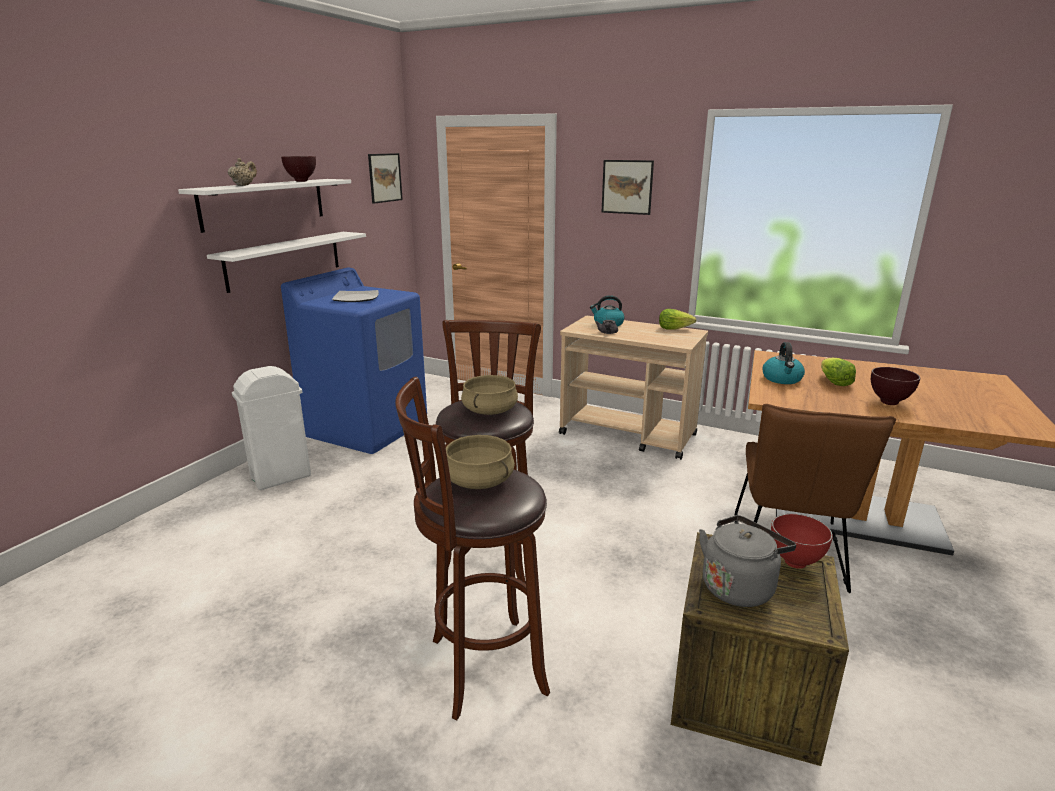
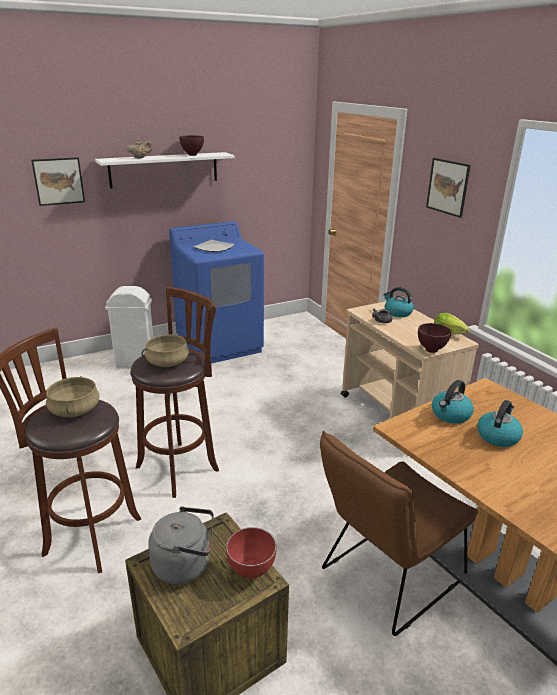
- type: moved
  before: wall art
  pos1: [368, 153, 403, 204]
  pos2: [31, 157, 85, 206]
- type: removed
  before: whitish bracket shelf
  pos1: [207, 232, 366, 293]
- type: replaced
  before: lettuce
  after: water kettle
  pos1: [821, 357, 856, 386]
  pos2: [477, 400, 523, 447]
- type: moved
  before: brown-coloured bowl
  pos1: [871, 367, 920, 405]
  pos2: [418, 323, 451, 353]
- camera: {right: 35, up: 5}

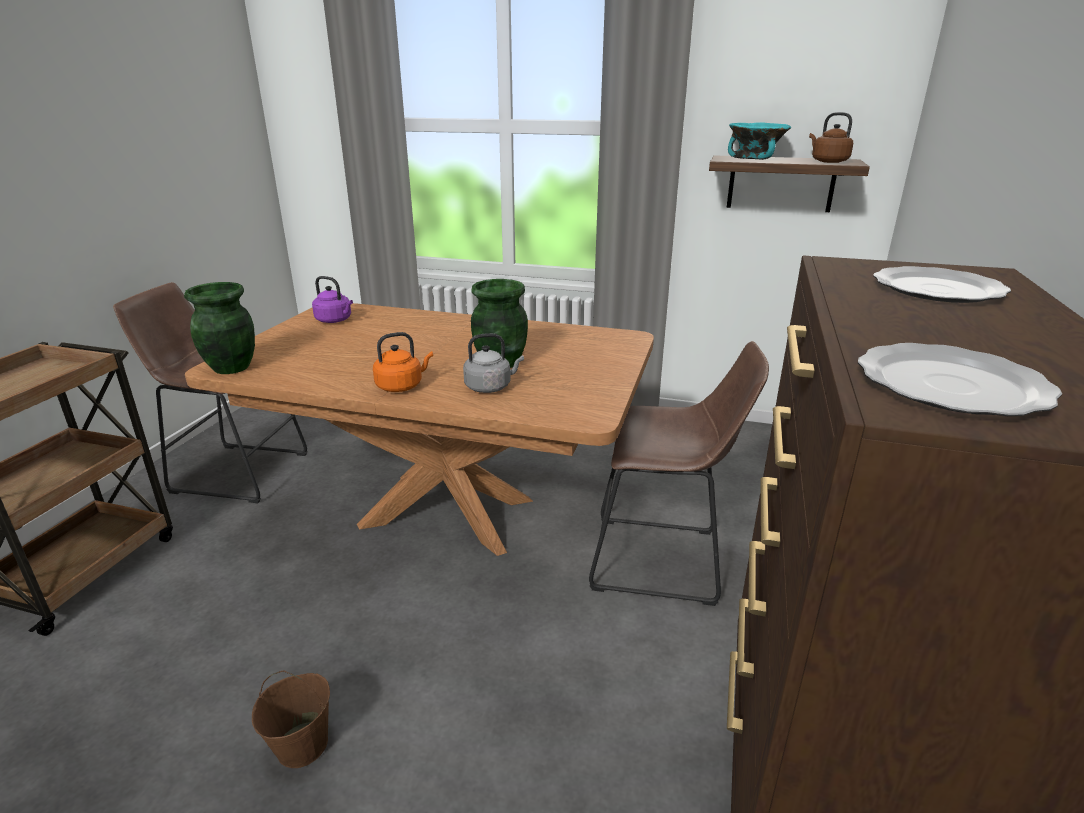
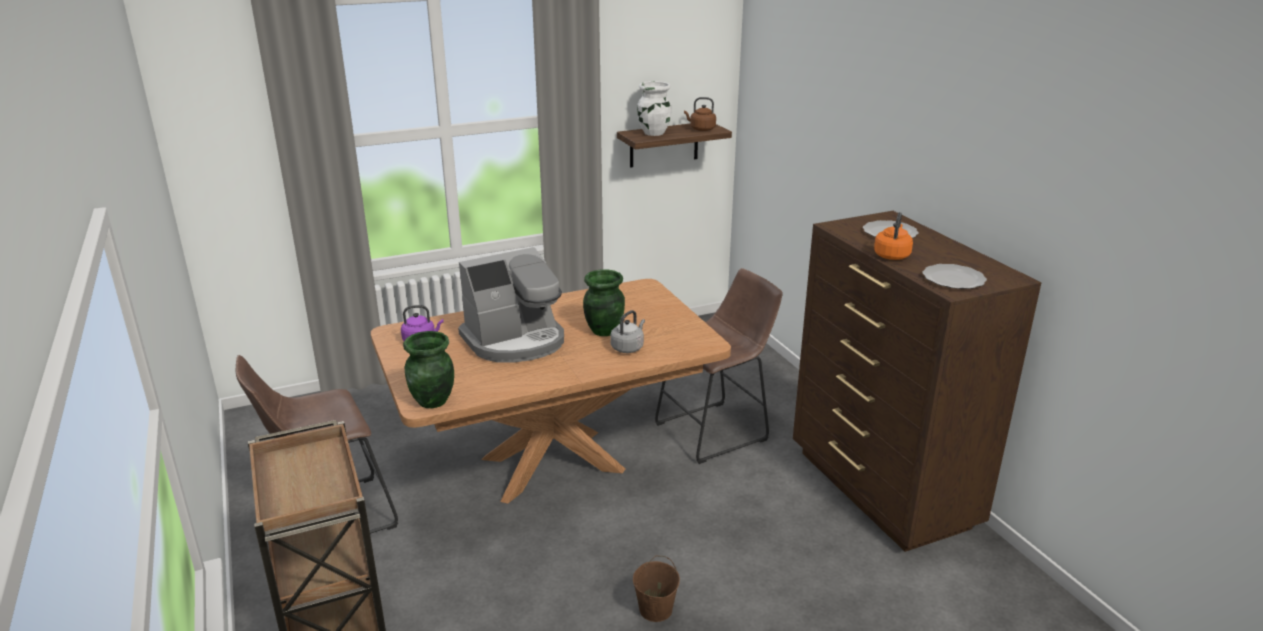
- type: replaced
  before: turquoise-coloured bowl
  after: whitish flower vase
  pos1: [728, 123, 791, 160]
  pos2: [637, 81, 672, 136]
- type: moved
  before: orange water kettle
  pos1: [373, 332, 433, 392]
  pos2: [874, 212, 913, 260]
- type: added
  after: coffee maker
  pos2: [458, 247, 564, 362]
- camera: {right: -40, up: 0}

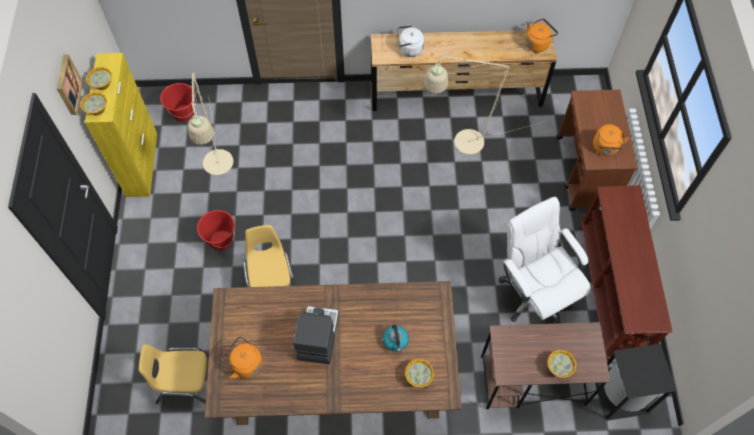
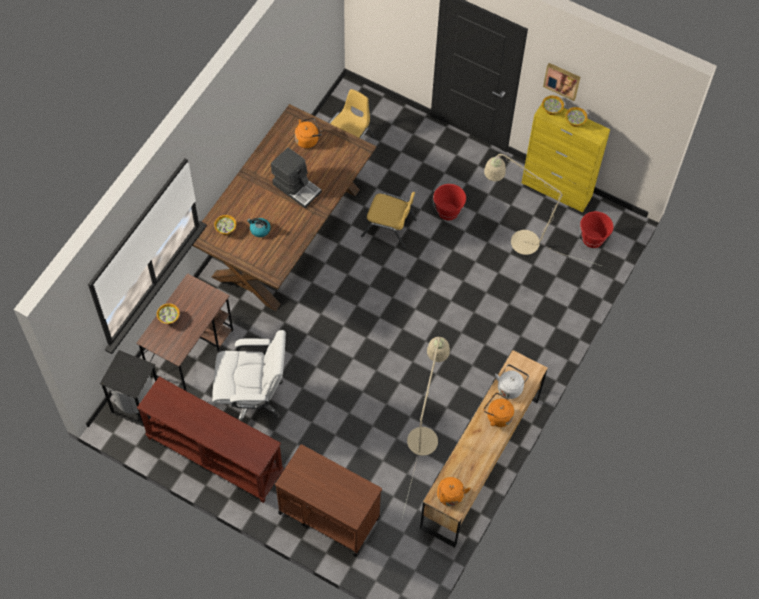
- type: moved
  before: orange water kettle
  pos1: [593, 124, 629, 156]
  pos2: [484, 393, 514, 427]
- camera: {right: 120, up: 0}

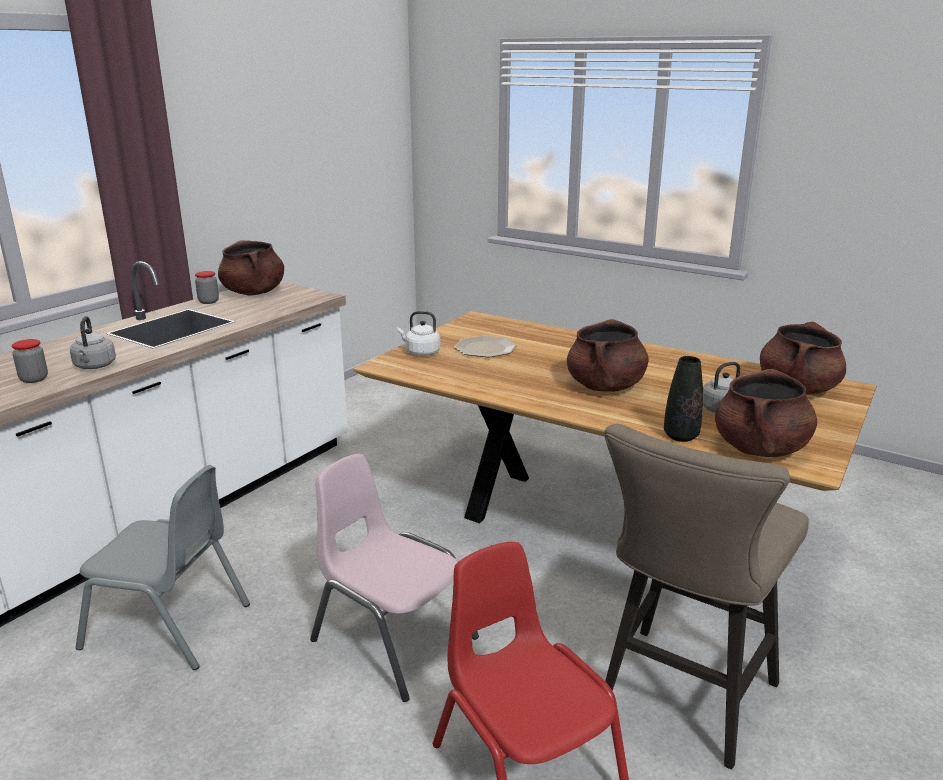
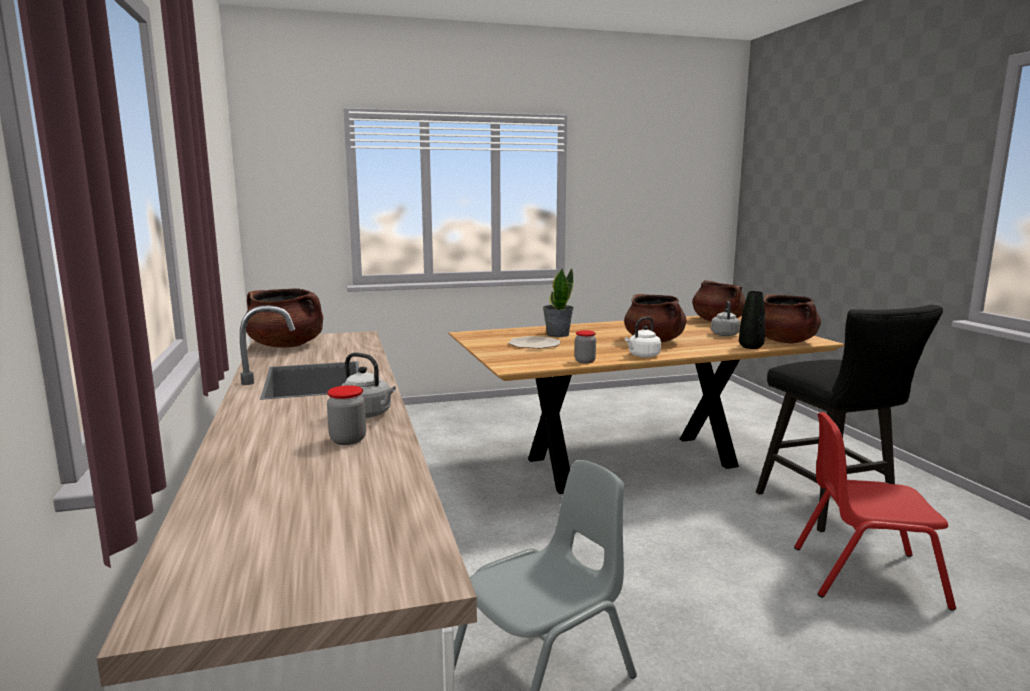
- type: moved
  before: storage jar
  pos1: [195, 271, 219, 304]
  pos2: [575, 330, 596, 363]
- type: moved
  before: whitish water kettle
  pos1: [397, 311, 440, 356]
  pos2: [625, 317, 661, 358]
- type: recoloured
  before: beige-coloured sitting stool
  after: blackish sitting stool
  pos1: [604, 424, 809, 769]
  pos2: [756, 305, 943, 532]
- type: removed
  before: pink-coloured upright chair
  pos1: [310, 454, 479, 702]
- type: added
  after: houseplant
  pos2: [543, 269, 574, 337]
- camera: {right: -50, up: -10}

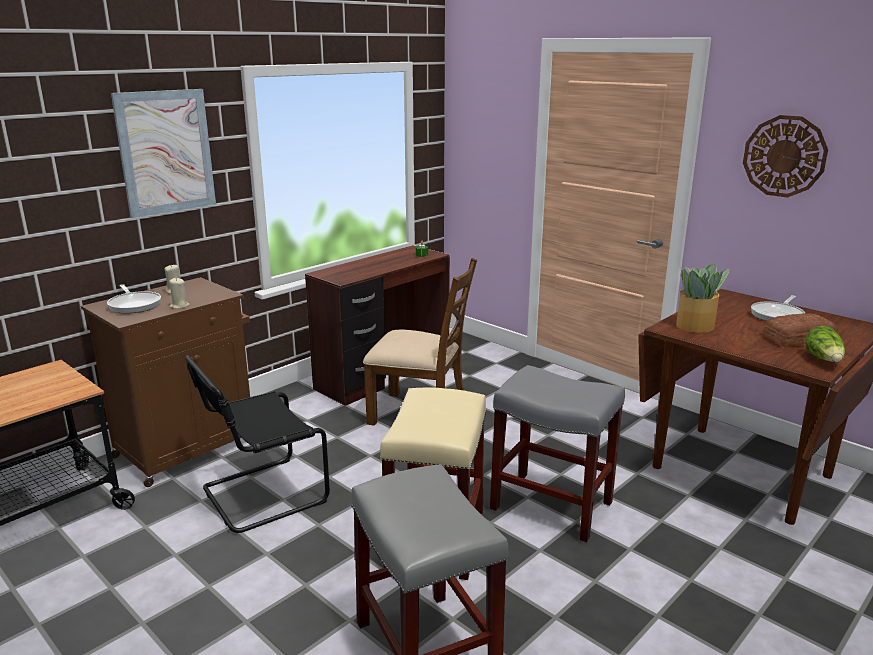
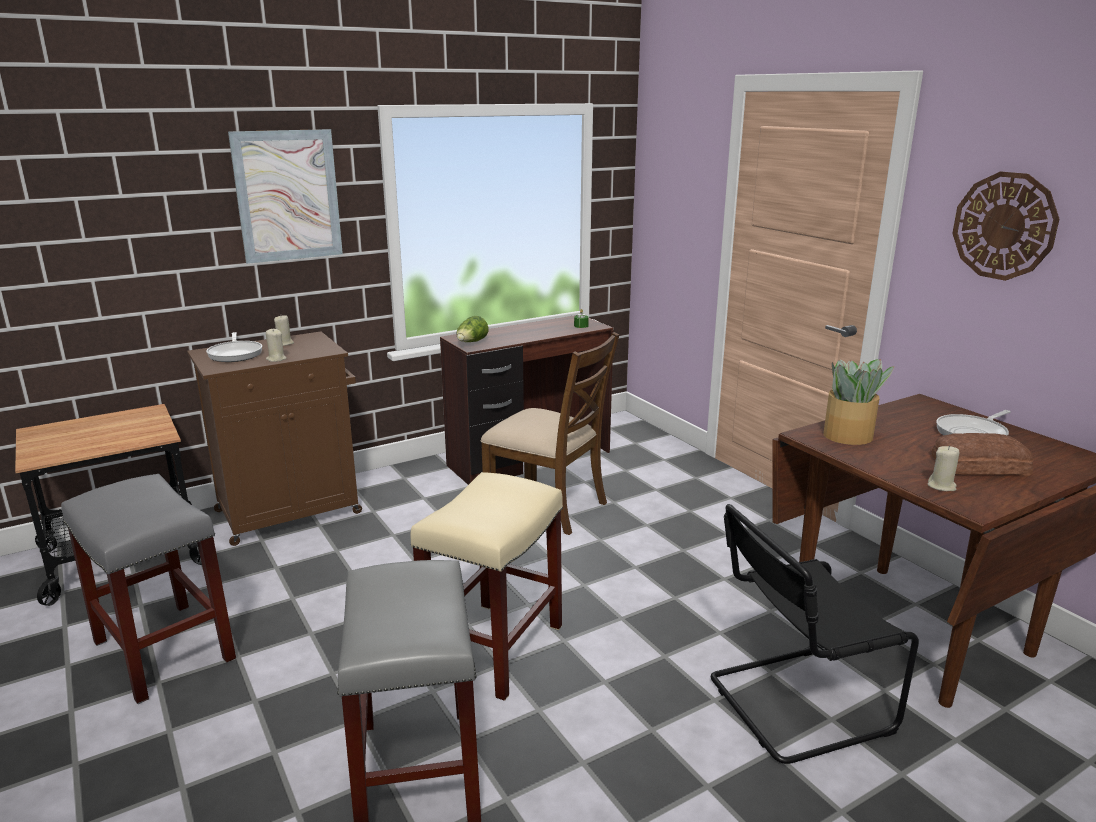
- type: moved
  before: lettuce
  pos1: [805, 326, 846, 362]
  pos2: [456, 316, 488, 342]
- type: moved
  before: blackish upright chair
  pos1: [185, 355, 330, 533]
  pos2: [711, 504, 919, 764]
- type: moved
  before: greyish sitting stool
  pos1: [490, 365, 625, 543]
  pos2: [61, 474, 236, 704]
- type: added
  after: beige-coloured candle
  pos2: [927, 446, 959, 491]
- camera: {right: 15, up: 0}

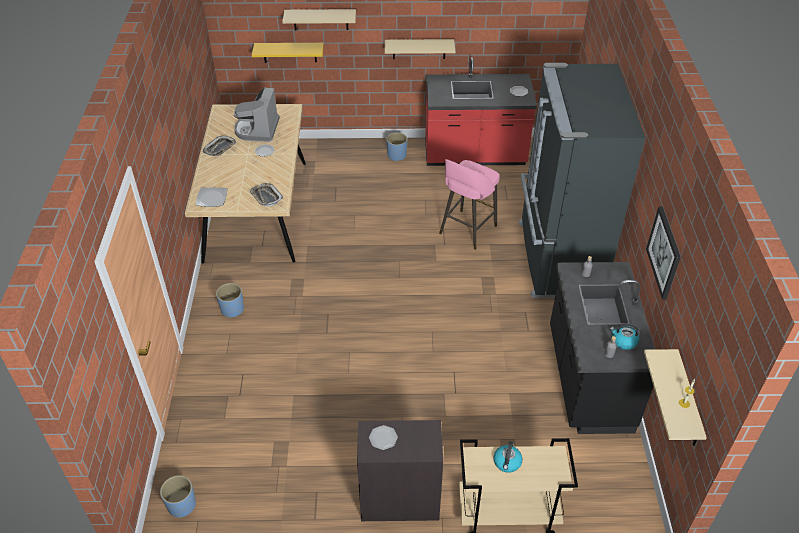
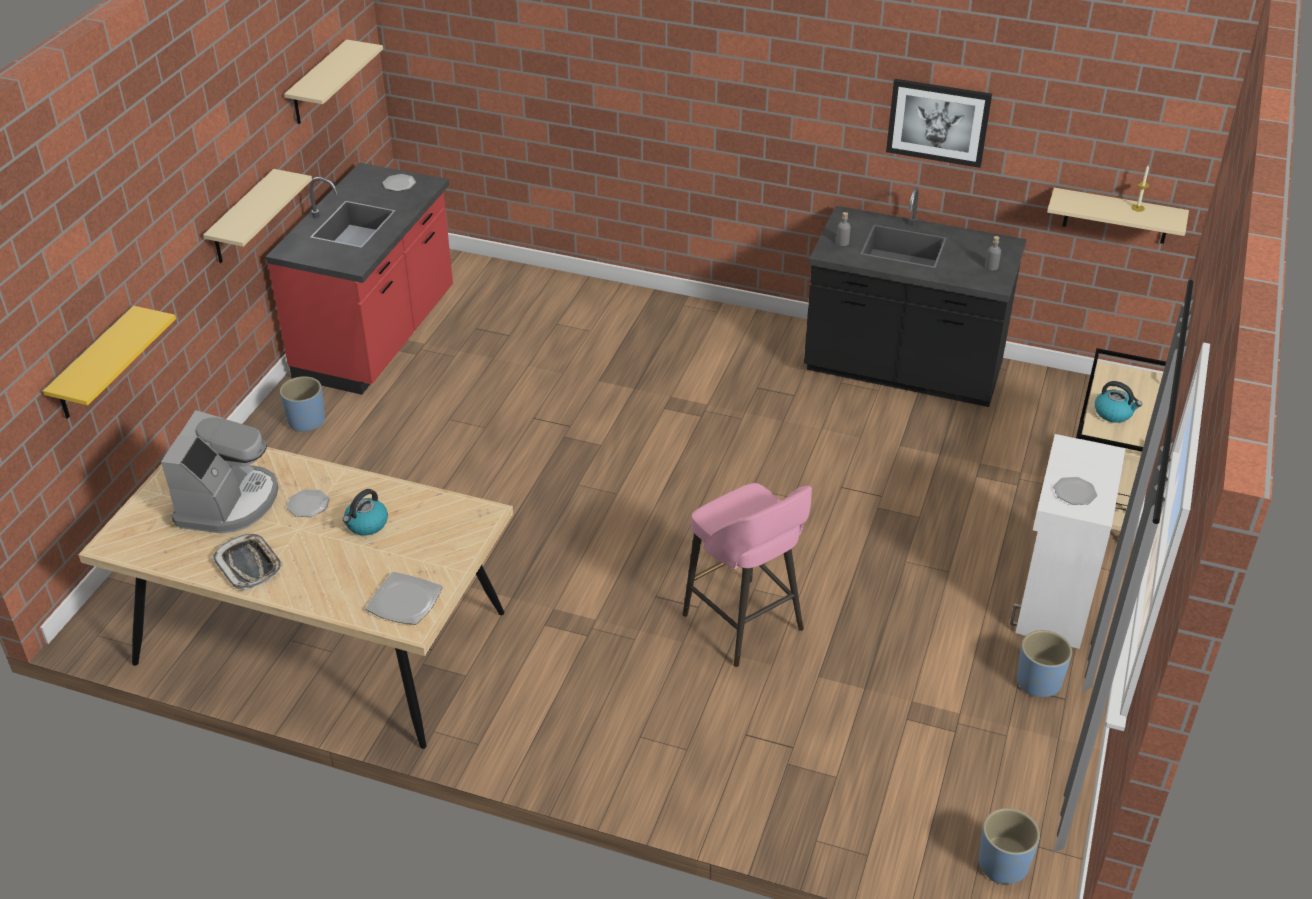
- type: moved
  before: beige-coloured bracket shelf
  pos1: [282, 9, 356, 30]
  pos2: [284, 39, 383, 124]
- type: removed
  before: blackish refrigerator
  pos1: [519, 63, 645, 297]
- type: turned
  before: coffee maker
  pos1: [234, 87, 280, 142]
  pos2: [161, 410, 279, 533]
  turn: -105
- type: moved
  before: pink-coloured sitting stool
  pos1: [439, 159, 500, 250]
  pos2: [683, 483, 812, 667]
- type: removed
  before: tray
  pos1: [249, 183, 283, 207]
- type: moved
  before: blue plant pot
  pos1: [216, 283, 244, 318]
  pos2: [1017, 630, 1072, 697]
- type: moved
  before: water kettle
  pos1: [610, 324, 639, 350]
  pos2: [343, 489, 388, 535]
- type: recoloured
  before: blackish storage cabinet
  after: whitish storage cabinet
  pos1: [357, 420, 443, 521]
  pos2: [1009, 434, 1125, 649]
- camera: {right: -70, up: -5}

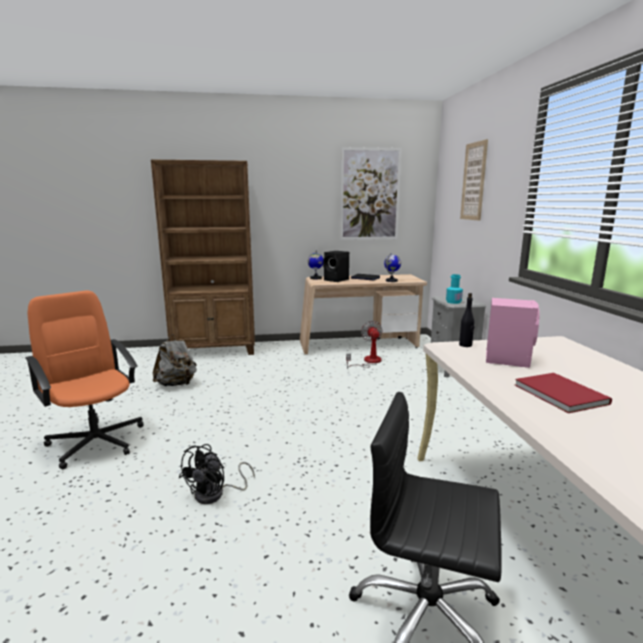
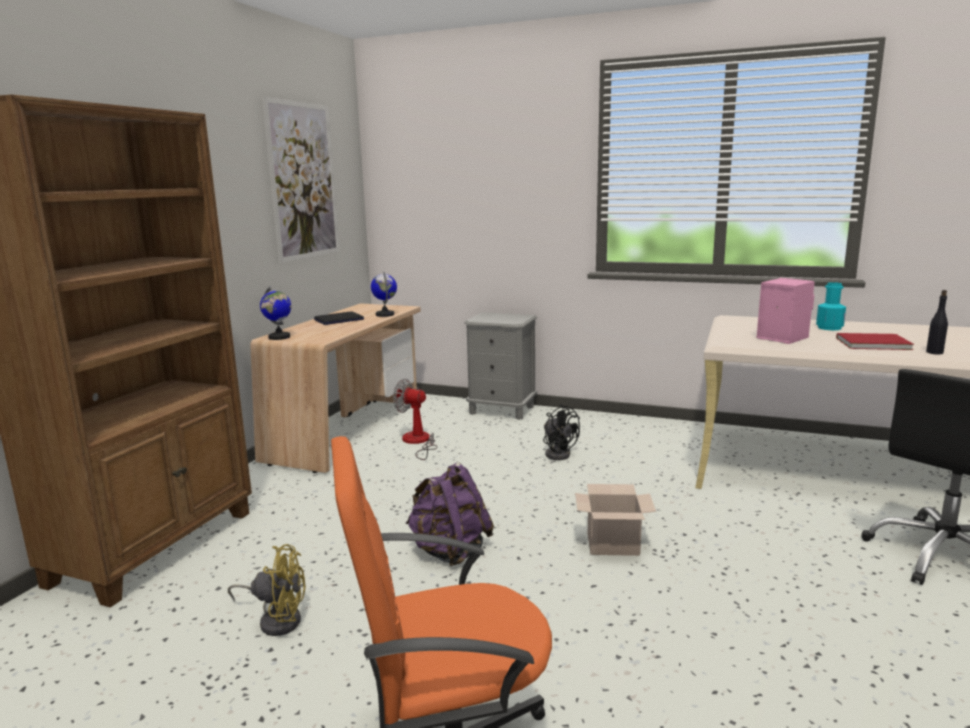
- type: removed
  before: wall art
  pos1: [460, 139, 488, 221]
- type: removed
  before: blackish loudspeaker
  pos1: [323, 251, 349, 282]
- type: moved
  before: turquoise-coloured drink bottle
  pos1: [446, 274, 463, 304]
  pos2: [816, 282, 846, 330]
- type: moved
  before: blackish drink bottle
  pos1: [459, 293, 474, 347]
  pos2: [926, 290, 948, 354]
- type: replaced
  before: greyish backpack
  after: yellow-coloured fan
  pos1: [153, 334, 197, 386]
  pos2: [228, 544, 306, 636]
- type: moved
  before: blackish fan
  pos1: [179, 444, 255, 504]
  pos2: [543, 404, 580, 460]
- type: added
  after: purple backpack
  pos2: [406, 463, 494, 566]
- type: added
  after: cardboard box
  pos2: [575, 484, 656, 556]
- camera: {right: -60, up: 0}

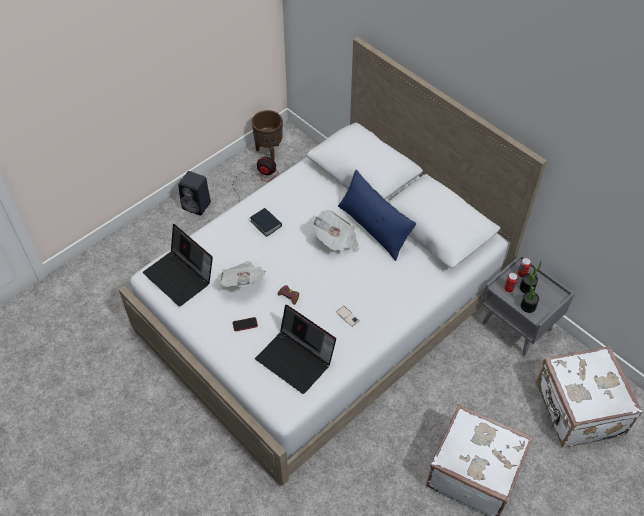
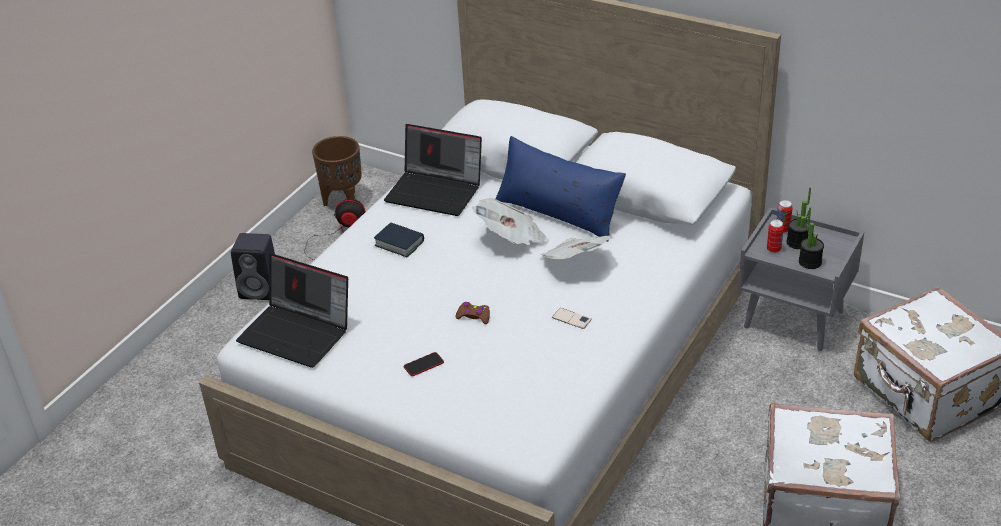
- type: moved
  before: printed paper
  pos1: [219, 261, 266, 287]
  pos2: [541, 236, 613, 259]
- type: moved
  before: portable computer
  pos1: [255, 305, 336, 394]
  pos2: [384, 124, 482, 216]
- camera: {right: -15, up: -15}

